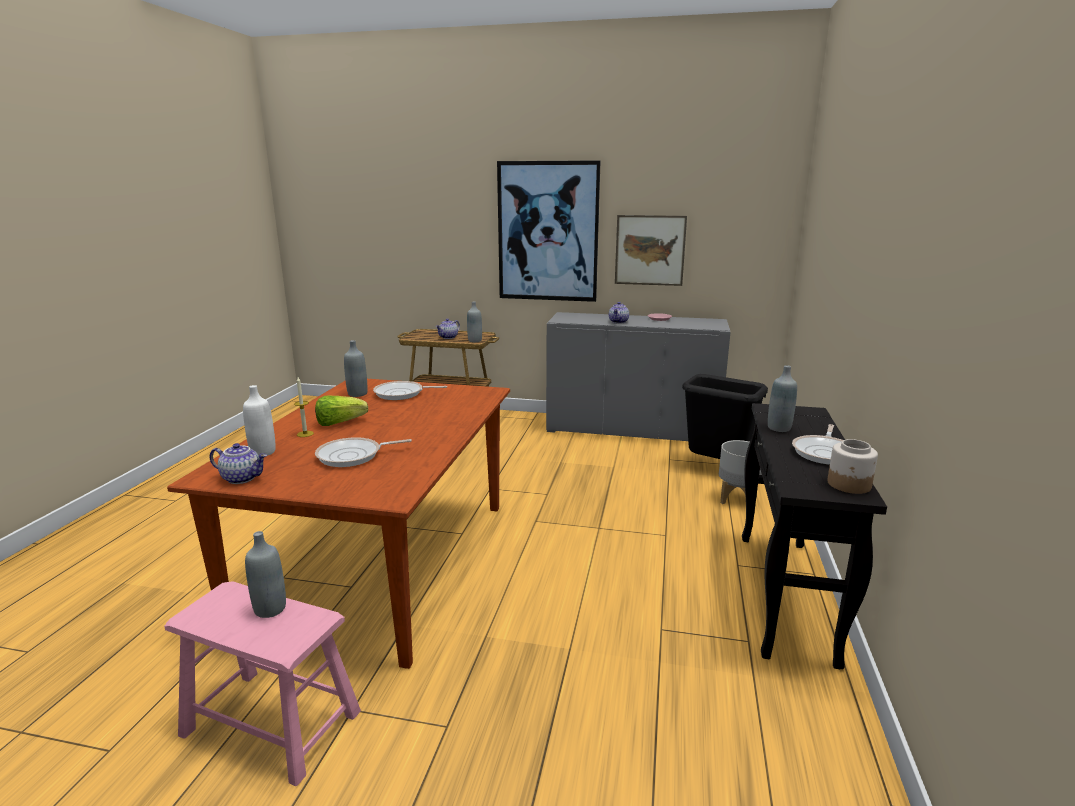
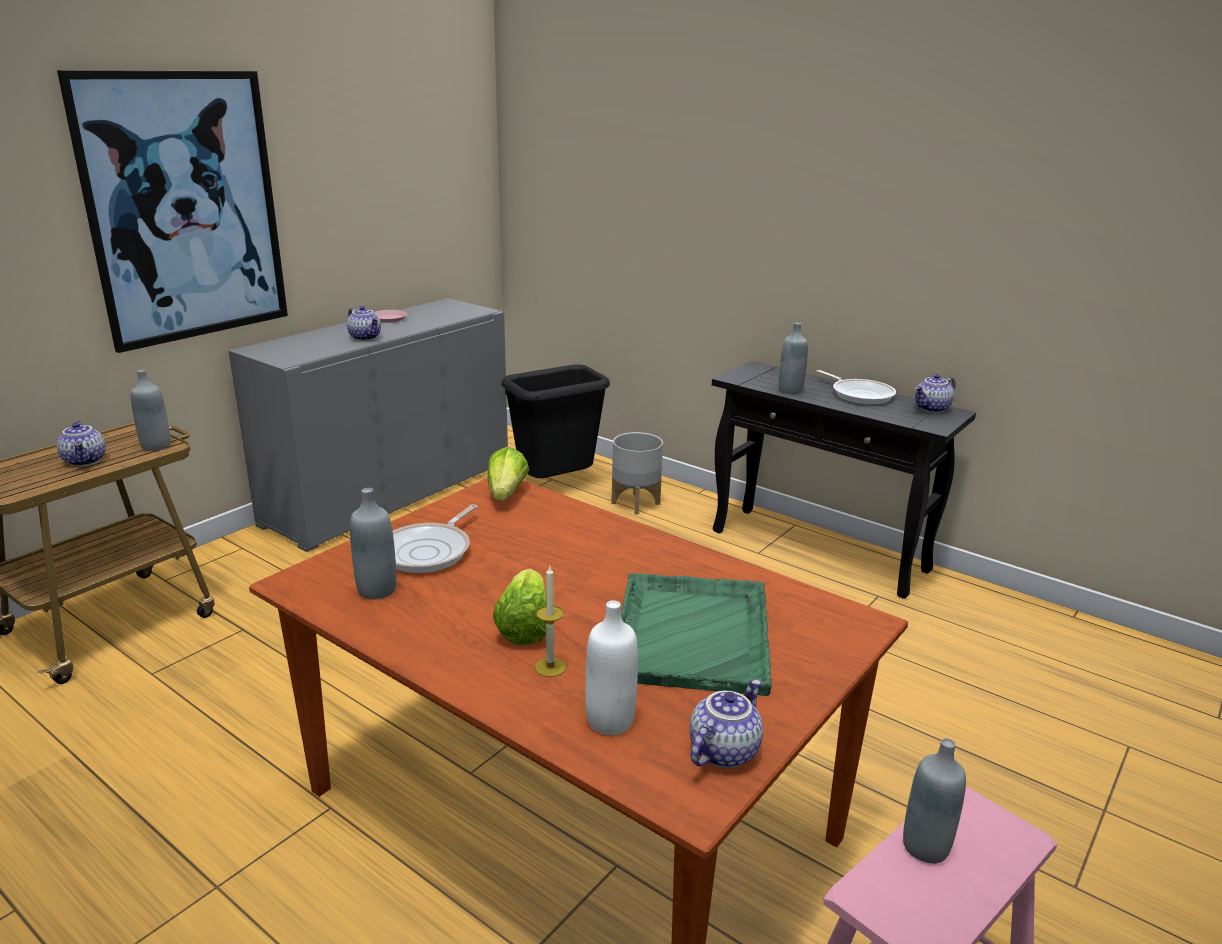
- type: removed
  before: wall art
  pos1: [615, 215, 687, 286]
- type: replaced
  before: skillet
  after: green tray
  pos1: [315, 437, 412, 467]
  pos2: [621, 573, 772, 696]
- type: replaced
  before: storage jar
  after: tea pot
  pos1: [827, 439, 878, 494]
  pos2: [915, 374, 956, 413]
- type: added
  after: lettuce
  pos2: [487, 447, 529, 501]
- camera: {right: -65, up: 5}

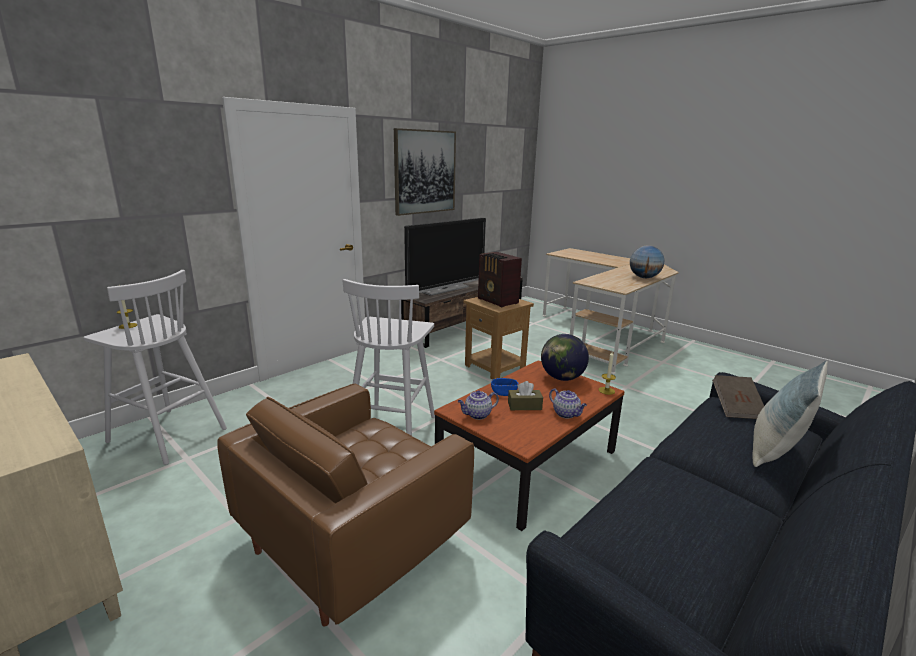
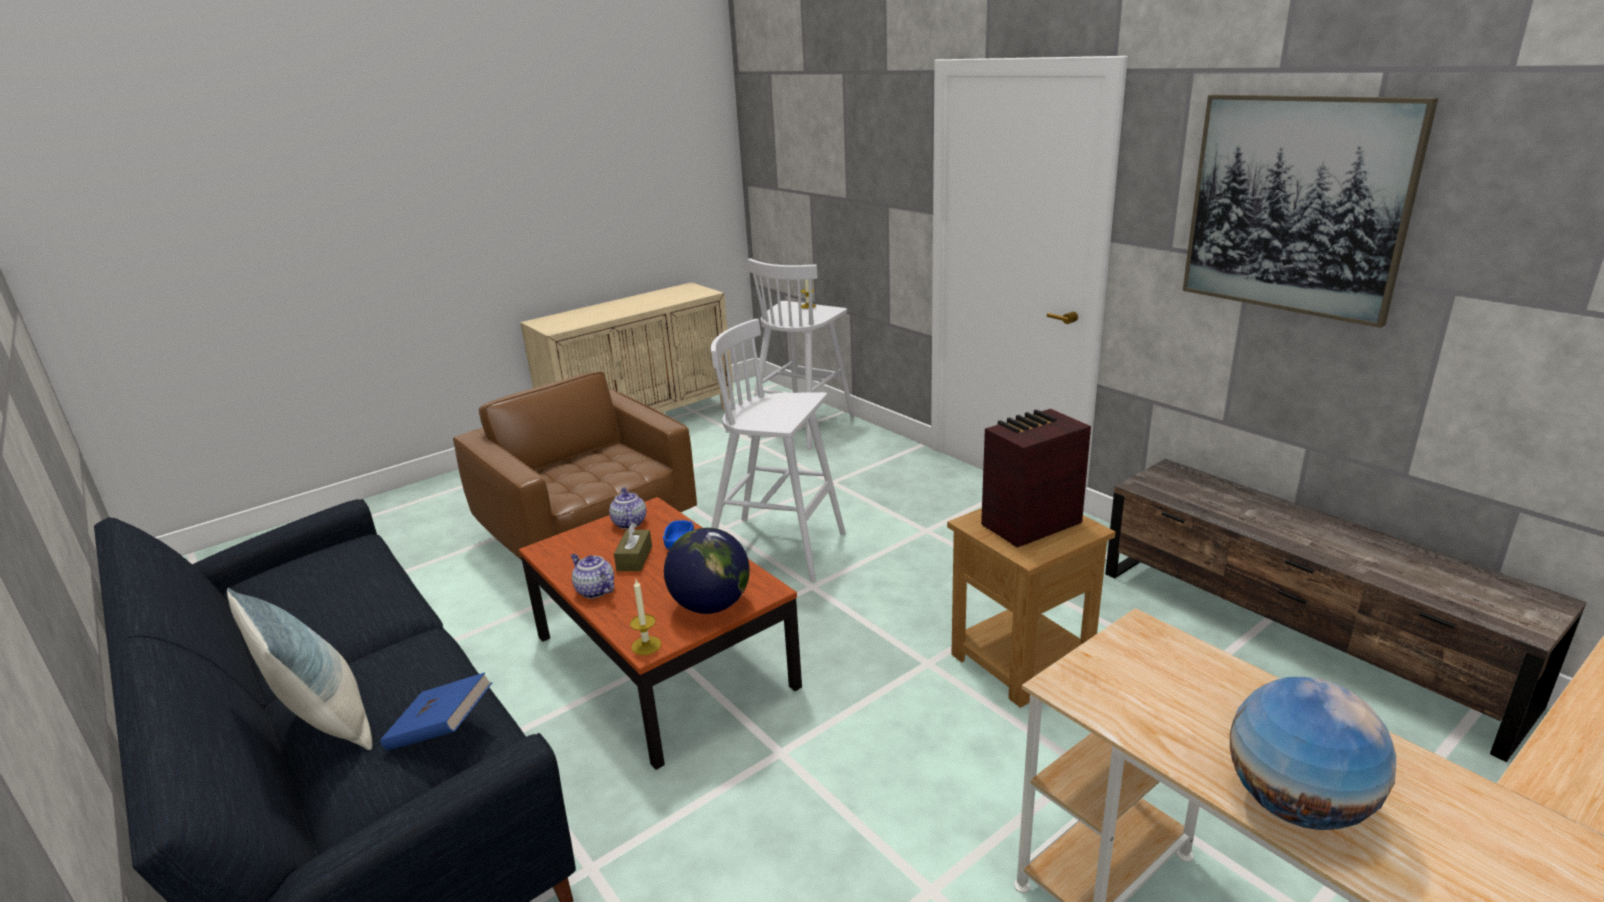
- type: removed
  before: television
  pos1: [404, 218, 486, 296]
- type: recoloured
  before: brown-coloured book
  after: blue book
  pos1: [712, 375, 764, 419]
  pos2: [380, 672, 492, 751]
- type: turned
  before: tea pot
  pos1: [549, 388, 587, 418]
  pos2: [571, 554, 614, 599]
  turn: 75
- camera: {right: 100, up: 5}

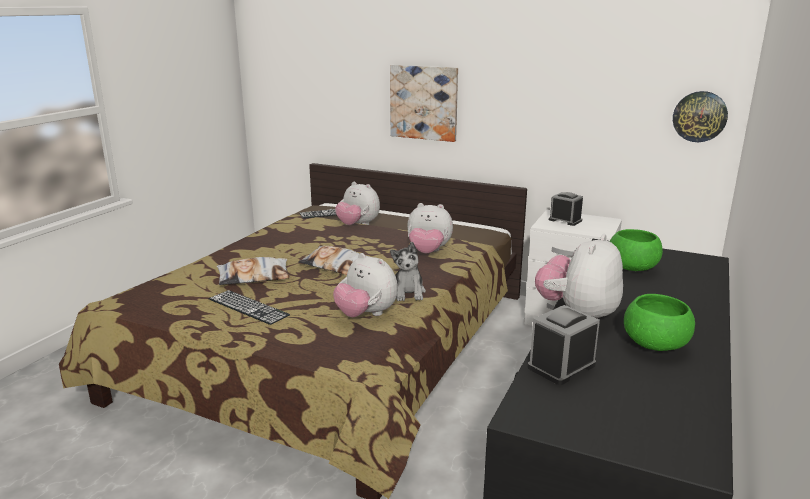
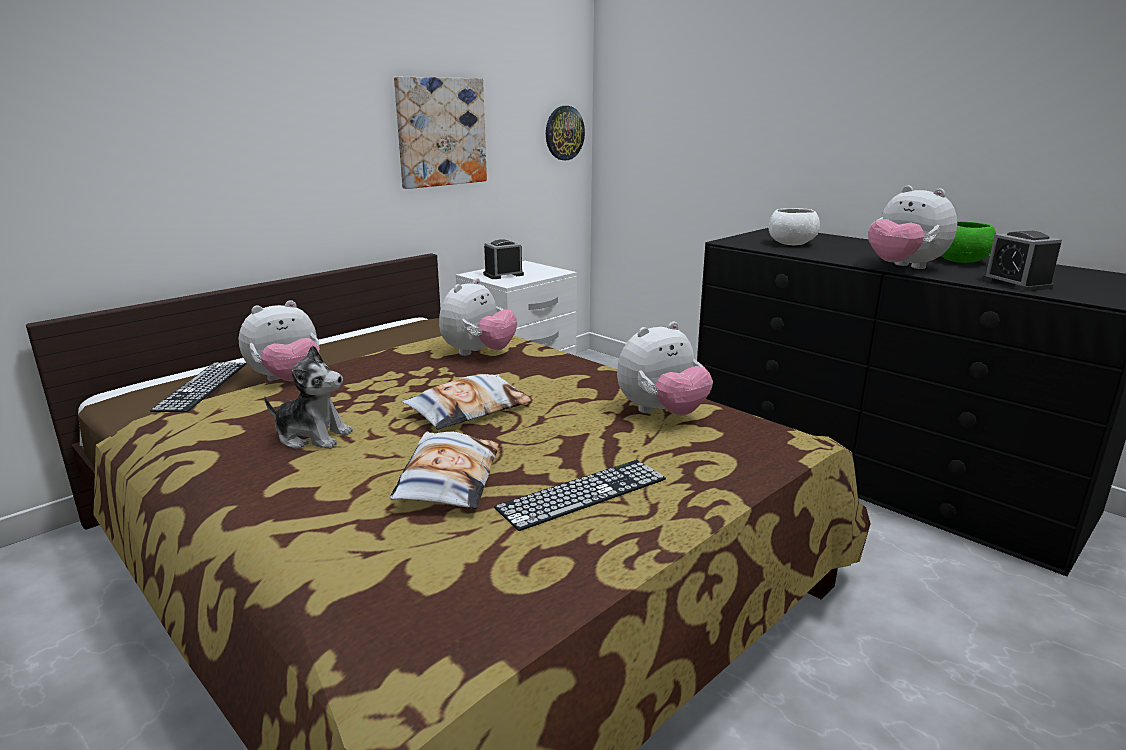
- type: moved
  before: wall art
  pos1: [390, 65, 458, 142]
  pos2: [394, 77, 487, 189]
- type: recoloured
  before: green bowl
  after: whitish bowl
  pos1: [610, 229, 663, 271]
  pos2: [768, 208, 820, 245]
- type: moved
  before: cuddly toy
  pos1: [390, 242, 426, 301]
  pos2: [264, 345, 353, 449]
- camera: {right: -70, up: 0}

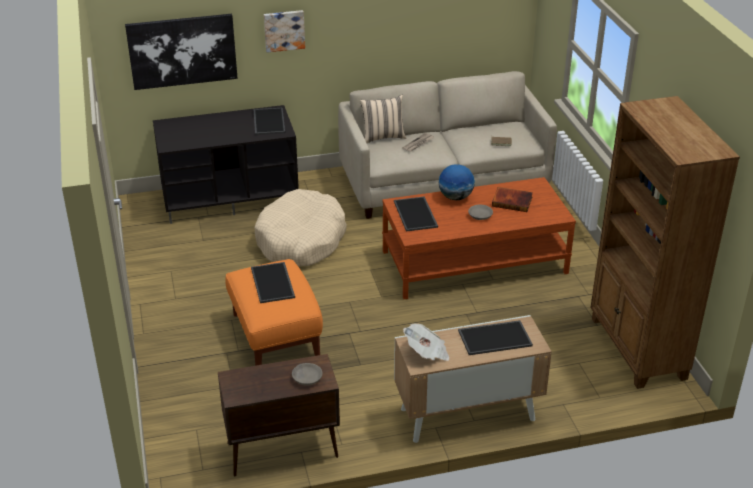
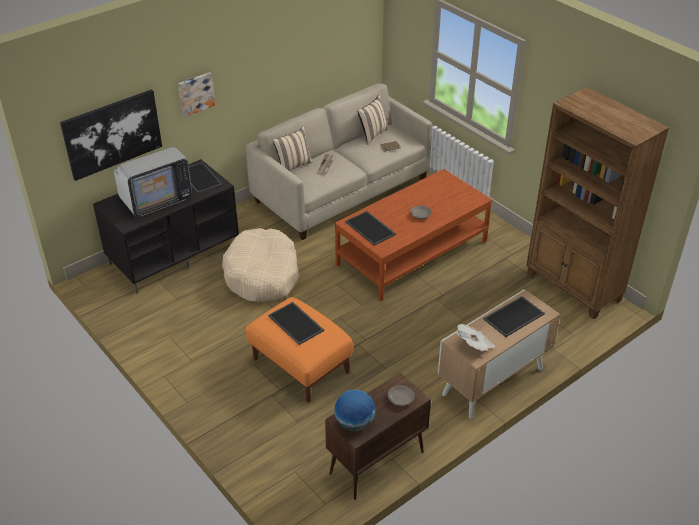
- type: moved
  before: globe
  pos1: [439, 165, 475, 200]
  pos2: [334, 390, 375, 431]
- type: removed
  before: book
  pos1: [492, 187, 533, 212]
- type: added
  after: beige-coloured cushion
  pos2: [357, 95, 389, 145]
- type: added
  after: television
  pos2: [114, 147, 192, 217]
- camera: {right: -25, up: 5}

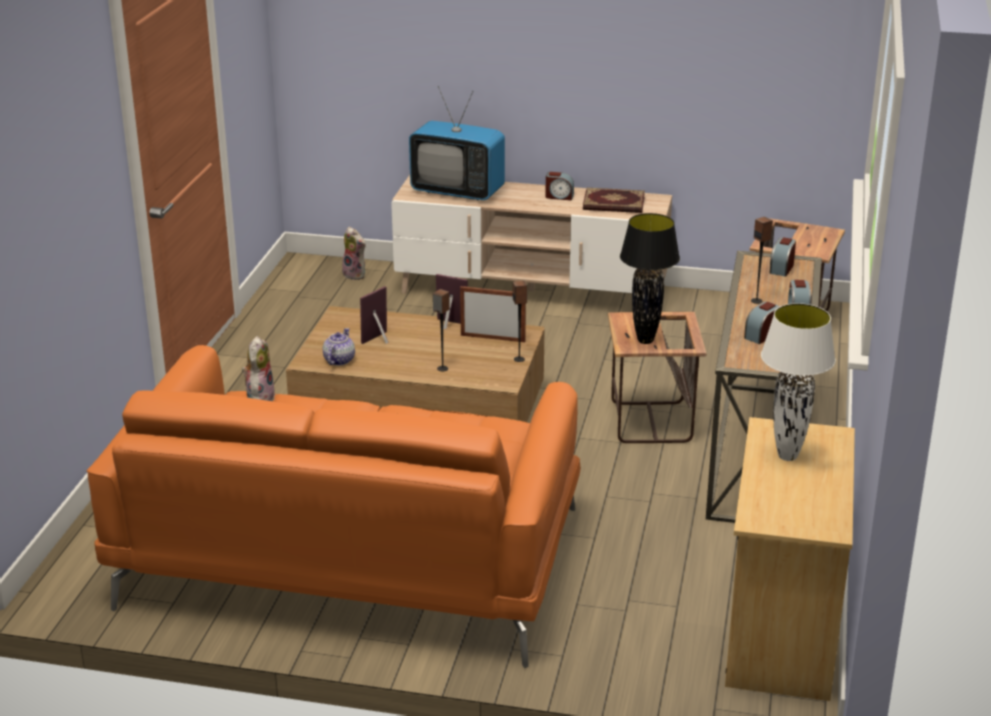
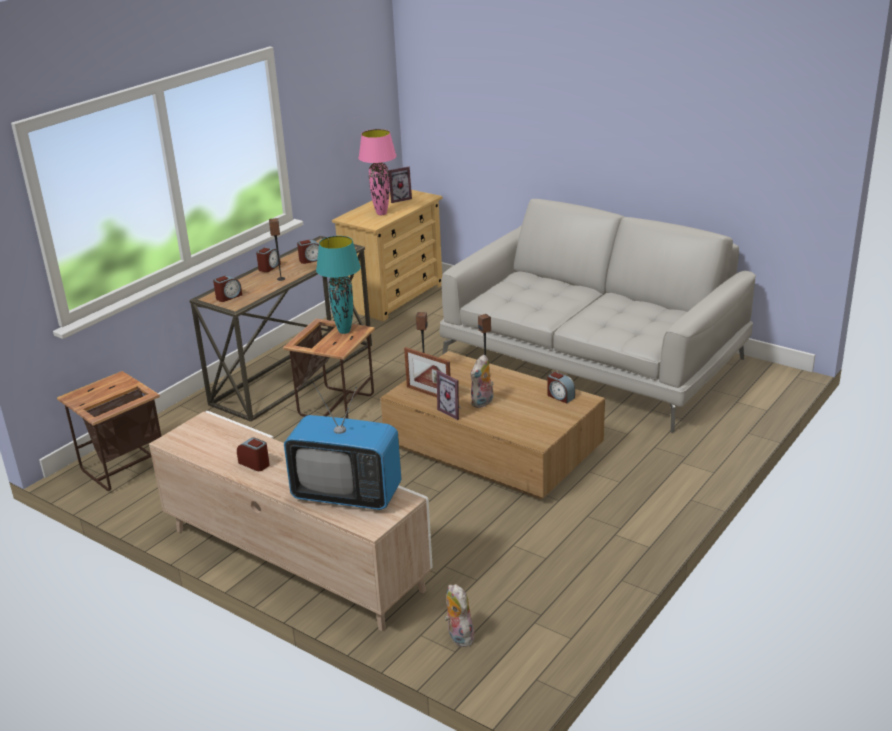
- type: turned
  before: television
  pos1: [409, 86, 505, 200]
  pos2: [284, 383, 401, 510]
  turn: 150
- type: removed
  before: book
  pos1: [583, 188, 645, 213]
- type: recoloured
  before: blackish table lamp
  after: turquoise-coloured table lamp
  pos1: [620, 213, 680, 344]
  pos2: [316, 236, 361, 334]
- type: moved
  before: standing frame
  pos1: [360, 286, 389, 344]
  pos2: [388, 167, 412, 203]
- type: recoloured
  before: whitish table lamp
  after: pink-coloured table lamp
  pos1: [761, 303, 836, 461]
  pos2: [358, 129, 396, 215]
- type: replaced
  before: tea pot
  after: table clock
  pos1: [323, 328, 355, 366]
  pos2: [547, 372, 575, 404]
- type: moved
  before: cuddly toy
  pos1: [242, 336, 275, 401]
  pos2: [471, 354, 493, 408]
- type: recoloured
  before: orange couch
  after: greyish couch
  pos1: [87, 345, 581, 668]
  pos2: [440, 199, 756, 432]
- camera: {right: -155, up: 0}

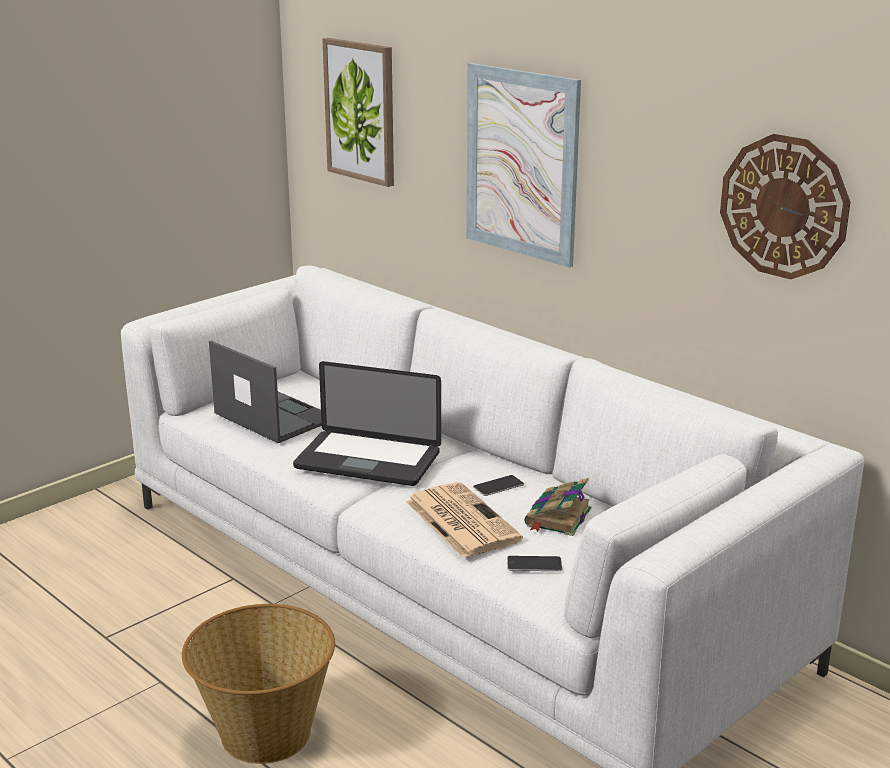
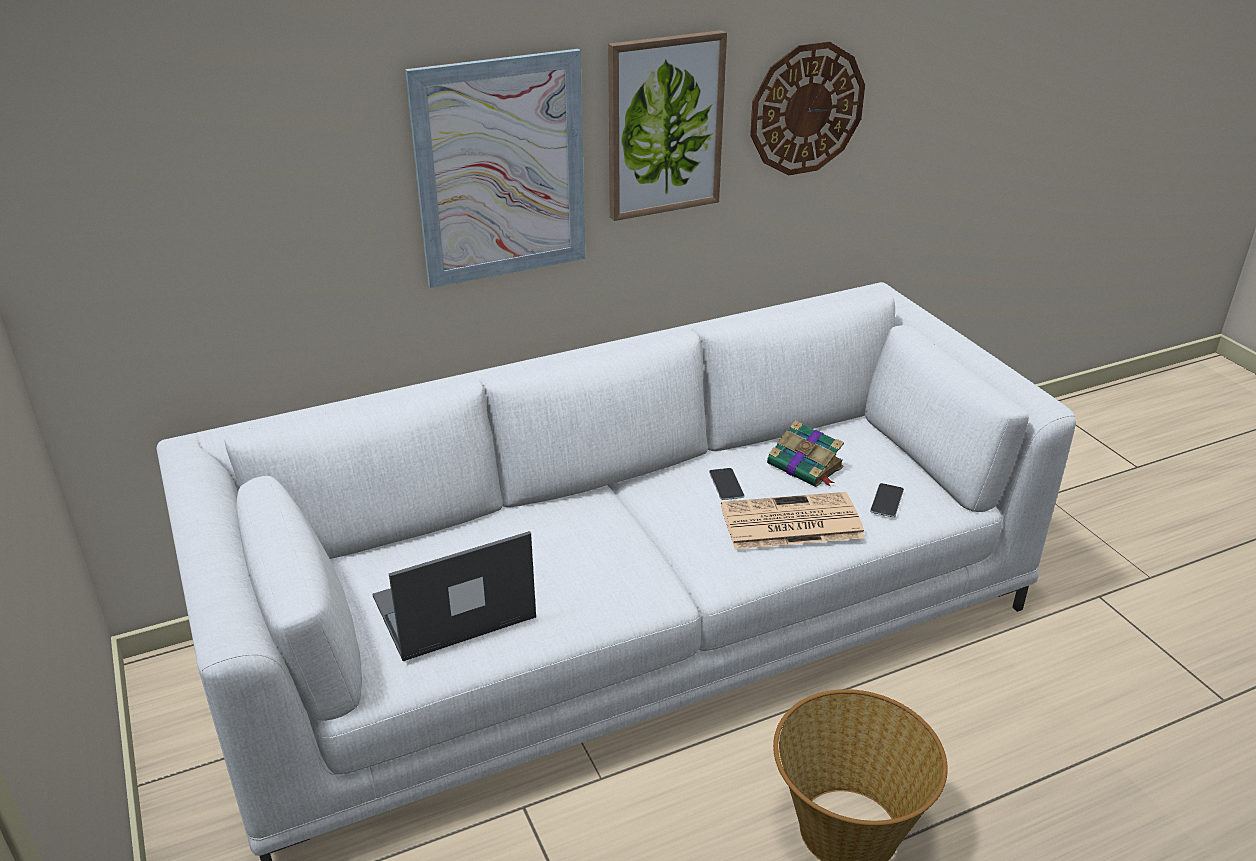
- type: moved
  before: wall art
  pos1: [322, 38, 394, 187]
  pos2: [608, 30, 727, 221]
- type: removed
  before: portable computer
  pos1: [293, 361, 441, 486]
- camera: {right: -70, up: 10}

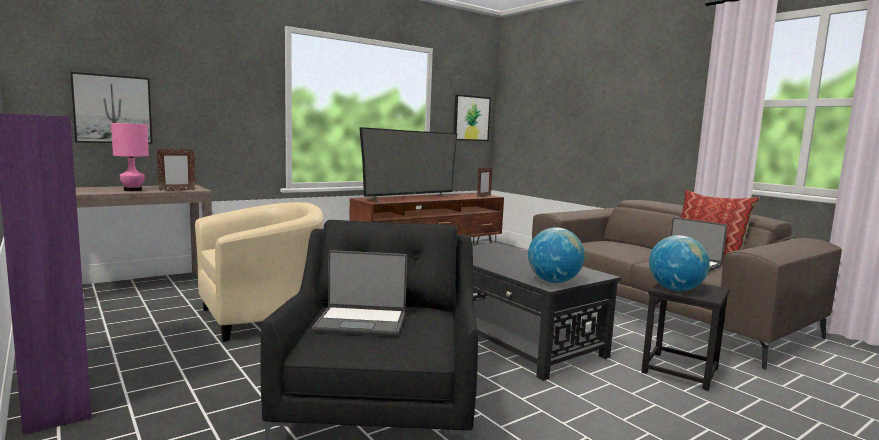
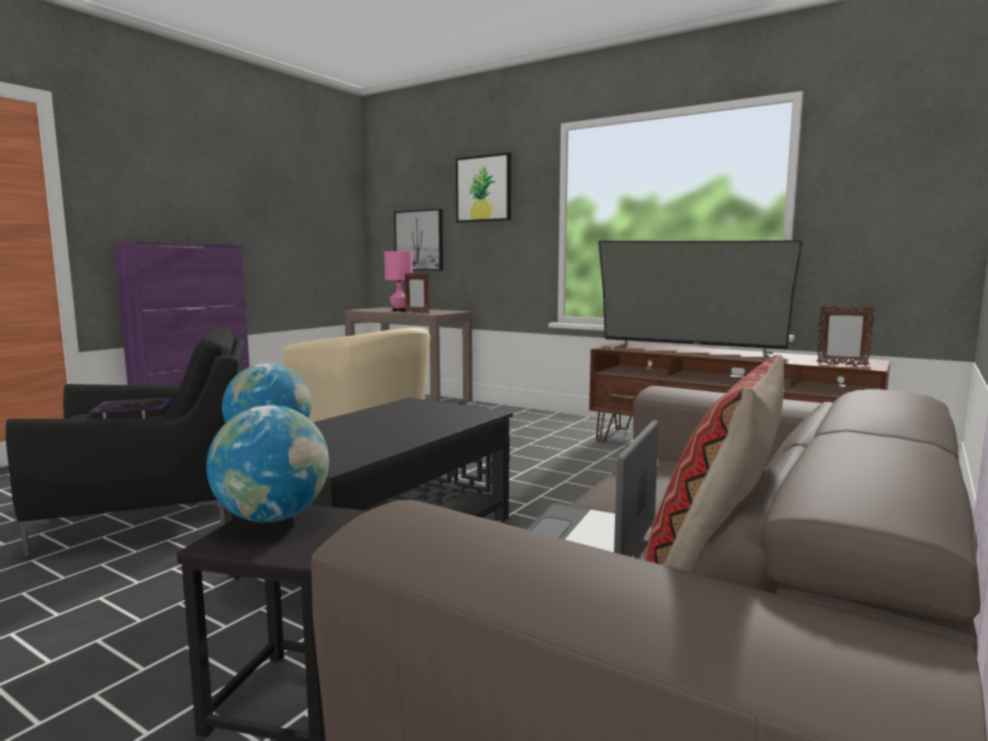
- type: moved
  before: wall art
  pos1: [454, 94, 491, 141]
  pos2: [456, 152, 511, 223]
- type: replaced
  before: portable computer
  after: book
  pos1: [312, 250, 407, 337]
  pos2: [89, 398, 173, 419]
- camera: {right: 70, up: 0}

